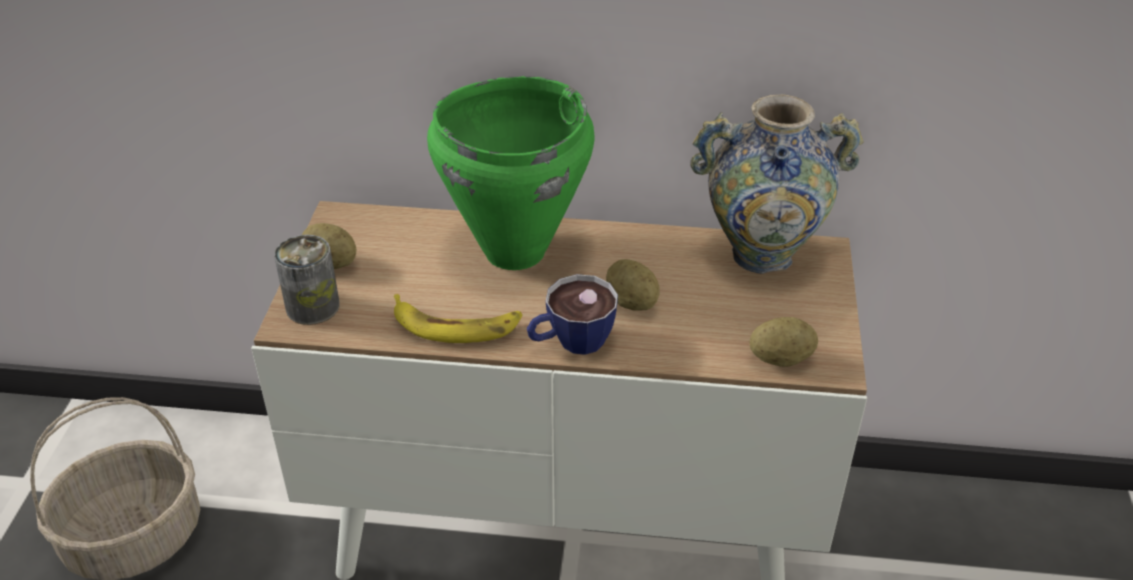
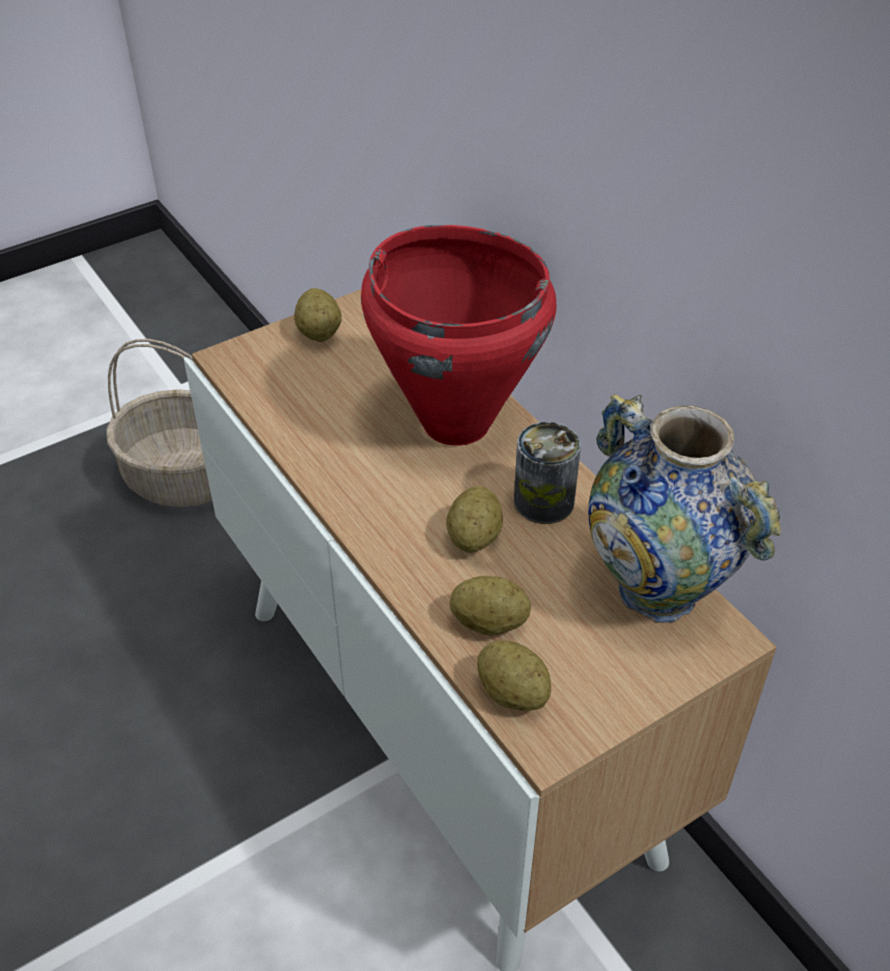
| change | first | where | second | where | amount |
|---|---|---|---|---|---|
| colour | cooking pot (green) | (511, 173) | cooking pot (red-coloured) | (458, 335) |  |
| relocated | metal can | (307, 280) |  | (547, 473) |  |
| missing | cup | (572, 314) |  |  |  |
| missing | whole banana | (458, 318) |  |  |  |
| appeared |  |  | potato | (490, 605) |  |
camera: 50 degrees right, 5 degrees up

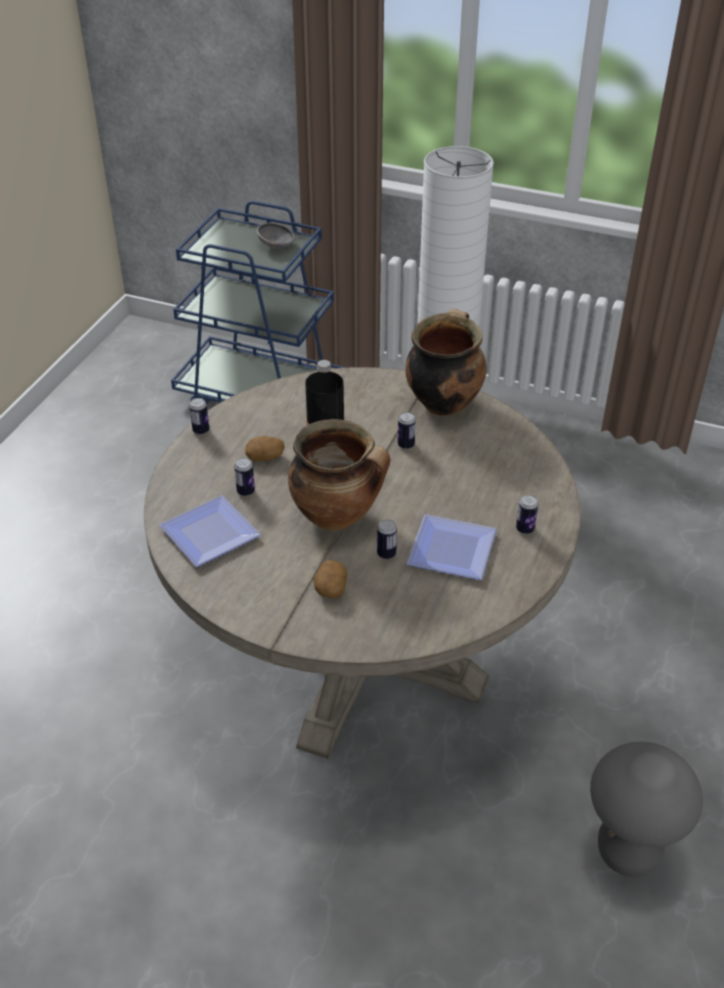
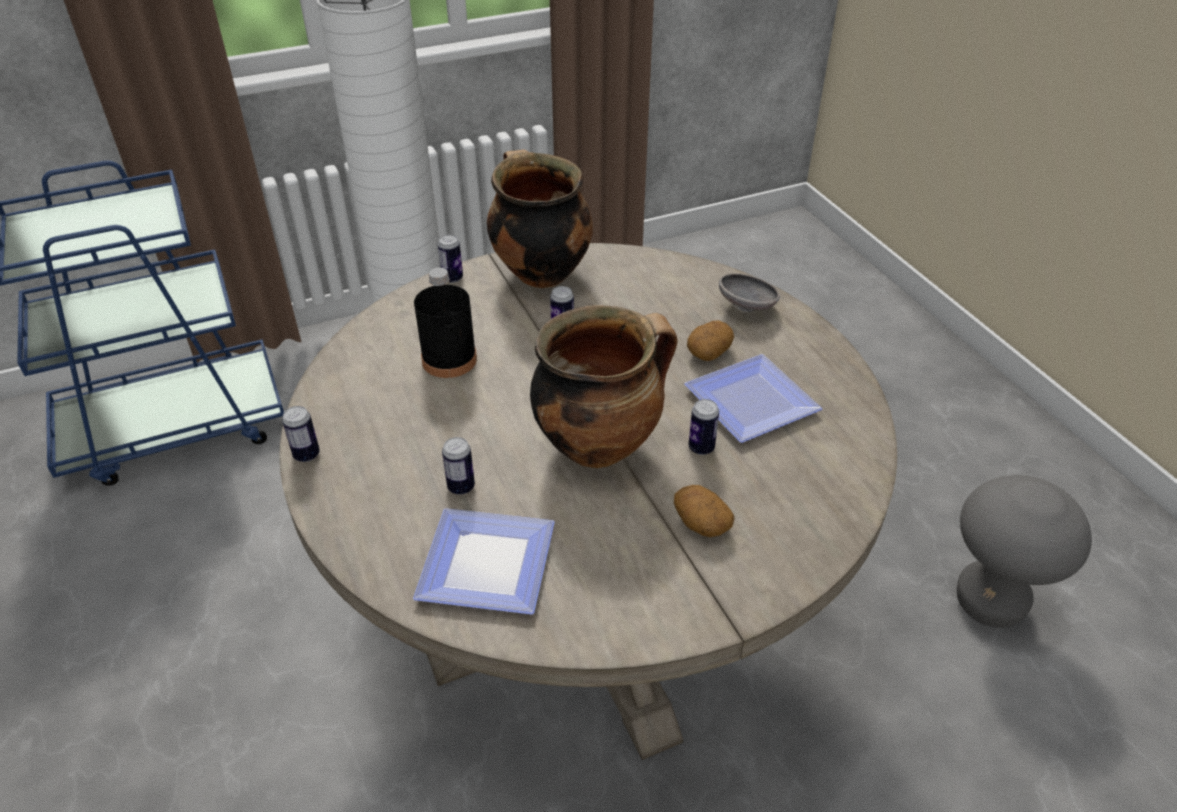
| change | first | where | second | where | amount |
|---|---|---|---|---|---|
| relocated | bowl (gray) | (276, 235) |  | (749, 292) |  |
| relocated | potato | (265, 448) |  | (710, 341) |  |
| relocated | metal can | (527, 514) |  | (450, 259) |  |
camera: 45 degrees left, 0 degrees up

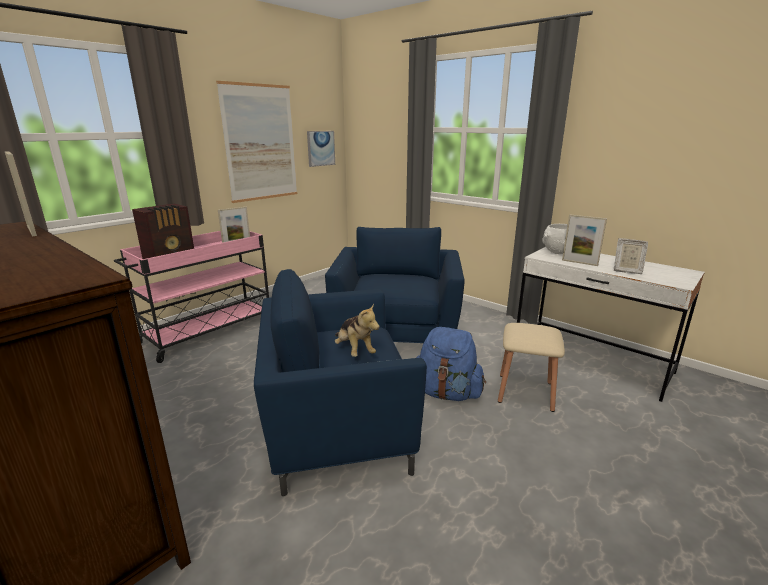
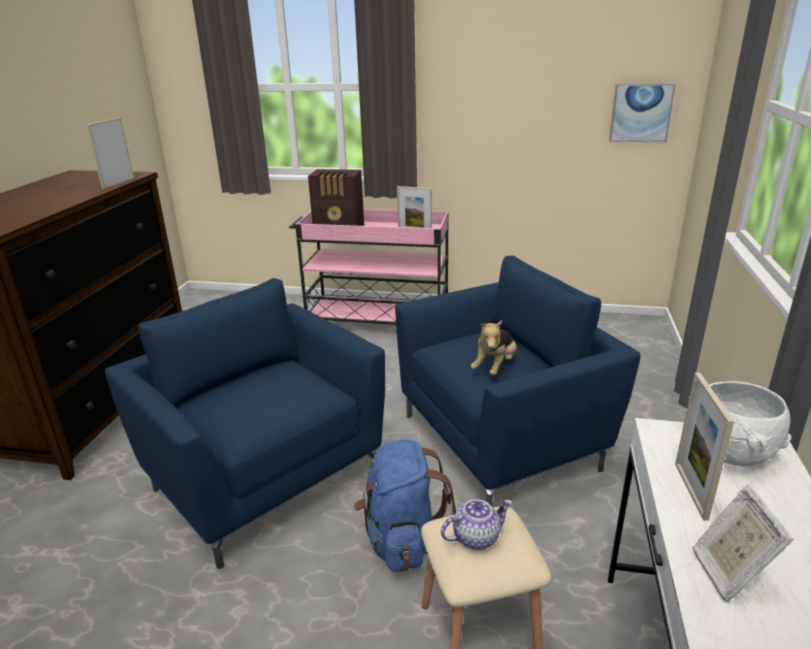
| change | first | where | second | where | amount |
|---|---|---|---|---|---|
| missing | wall art | (256, 142) |  |  |  |
| relocated | cuddly toy | (357, 330) |  | (494, 347) |  |
| appeared |  |  | pot for tea | (476, 524) |  |
camera: 60 degrees right, 5 degrees up

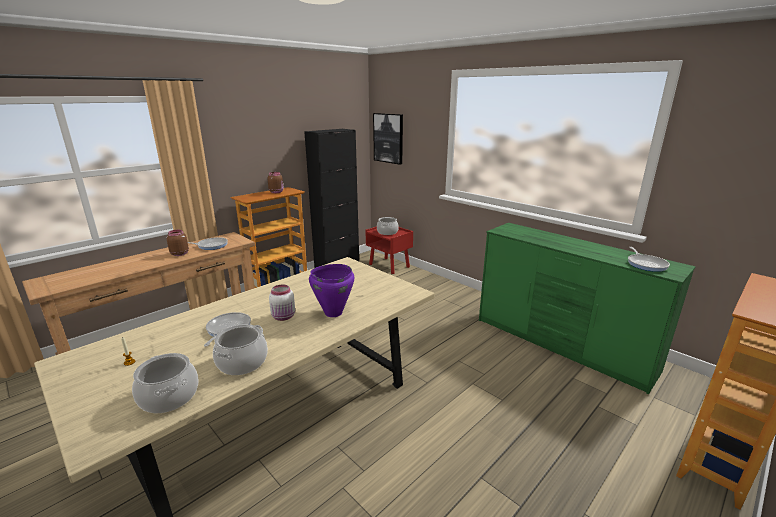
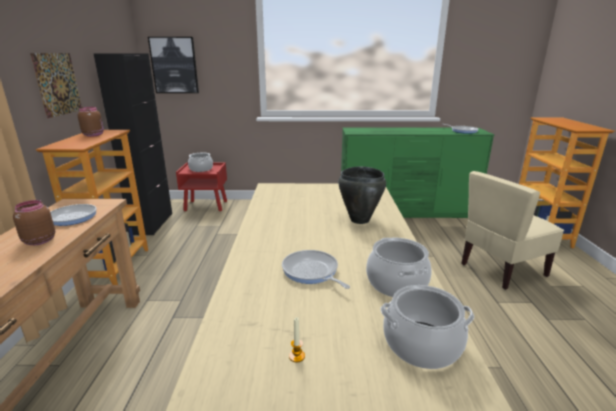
| change | first | where | second | where | amount |
|---|---|---|---|---|---|
| colour | cooking pot (purplish) | (331, 290) | cooking pot (blackish) | (362, 195) |  |
| missing | jar (white) | (282, 302) |  |  |  |
| appeared |  |  | wall art | (56, 85) |  |
| appeared |  |  | plain chair (beige) | (512, 230) |  |
camera: 45 degrees left, 0 degrees up

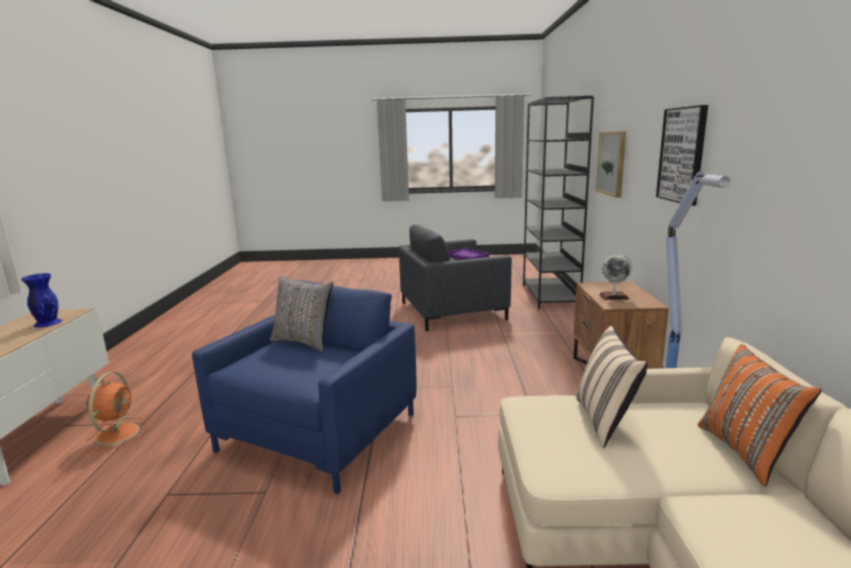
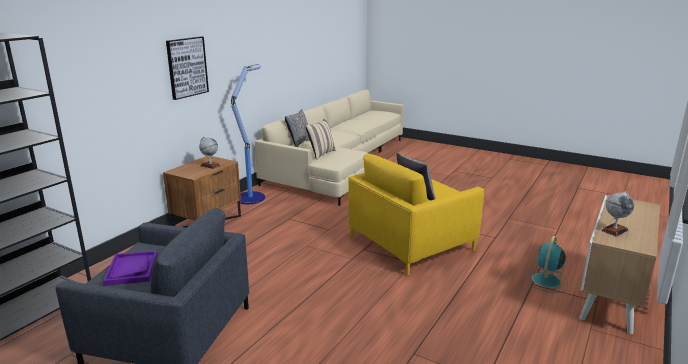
| change | first | where | second | where | amount |
|---|---|---|---|---|---|
| missing | wall art | (611, 164) |  |  |  |
| exchanged | vase (blue) | (42, 300) | desk globe | (617, 214) |  |
| colour | lounge chair (blue) | (304, 387) | lounge chair (yellowish) | (416, 214) |  |
| colour | pillow (orangey) | (760, 415) | pillow (gray) | (297, 128) |  |
| colour | cooling fan (orangey) | (118, 412) | cooling fan (turquoise) | (546, 264) |  |
camera: 150 degrees left, 5 degrees up

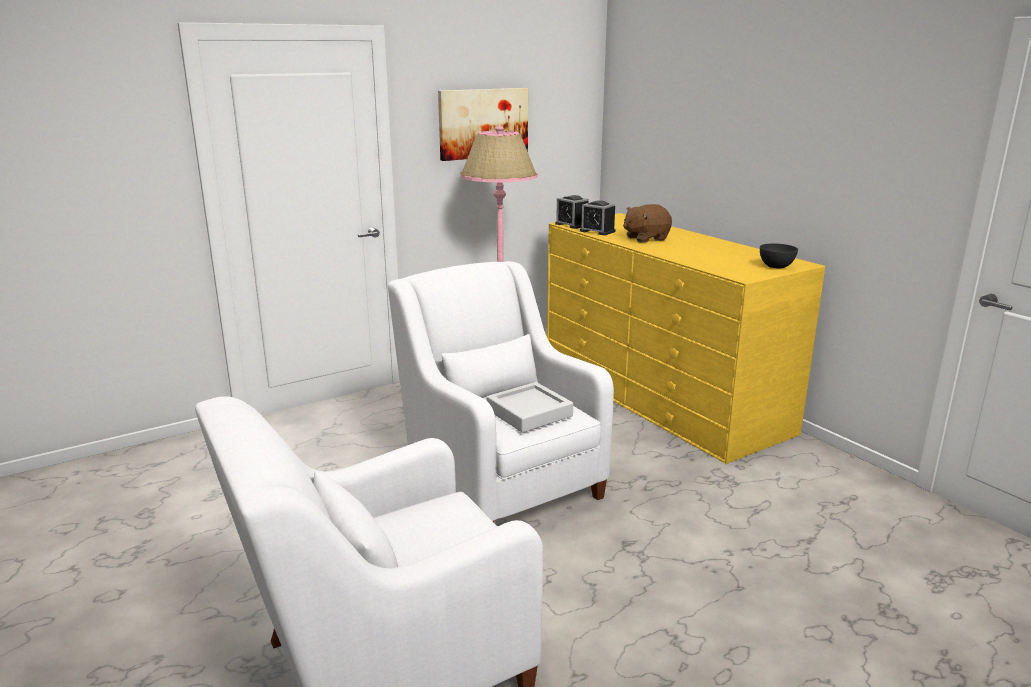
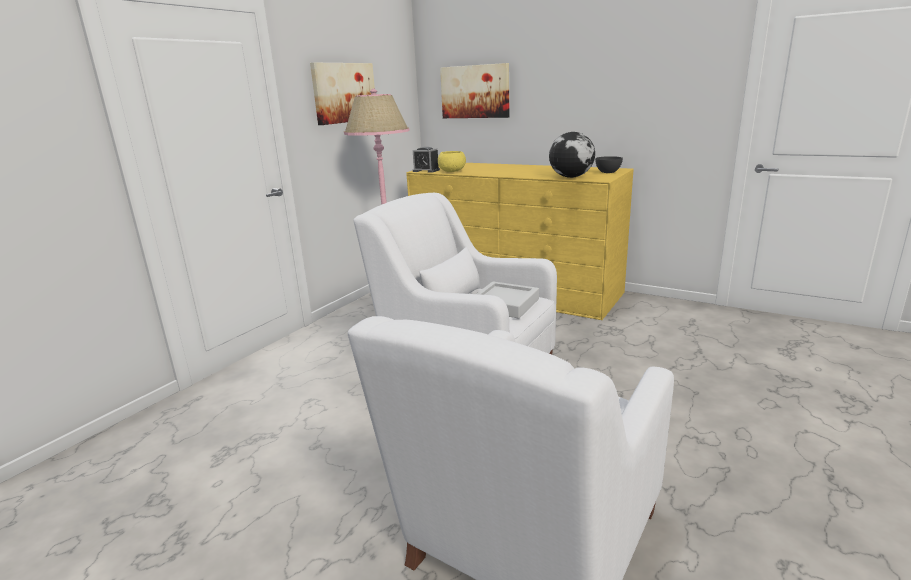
| change | first | where | second | where | amount |
|---|---|---|---|---|---|
| exchanged | table clock | (598, 217) | bowl (yellowish) | (452, 161) |  |
| missing | cuddly toy (brownish) | (647, 223) |  |  |  |
| appeared |  |  | wall art | (474, 90) |  |
| appeared |  |  | desk globe | (572, 155) |  |
camera: 25 degrees left, 0 degrees up

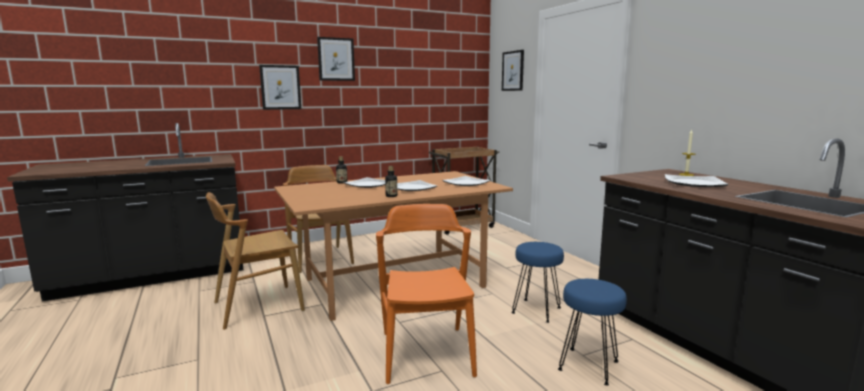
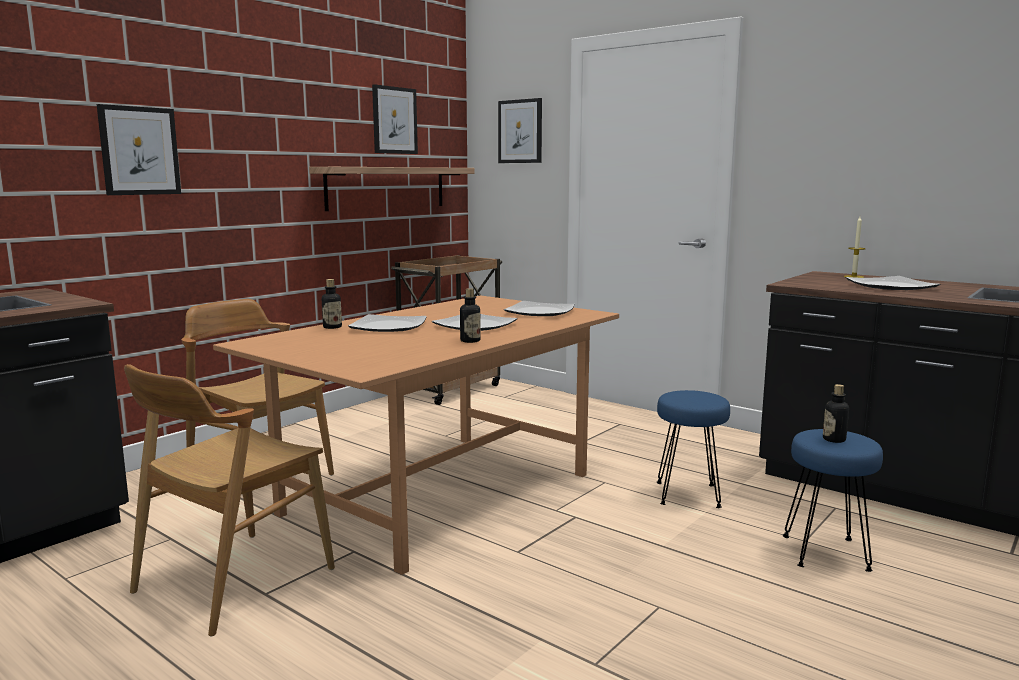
| change | first | where | second | where | amount |
|---|---|---|---|---|---|
| relocated | wall art | (336, 59) |  | (395, 119) |  |
| missing | plain chair (orangey) | (426, 294) |  |  |  |
| appeared |  |  | wall shelf | (392, 189) |  |
| appeared |  |  | drink bottle | (836, 413) |  |
camera: 25 degrees left, 0 degrees up

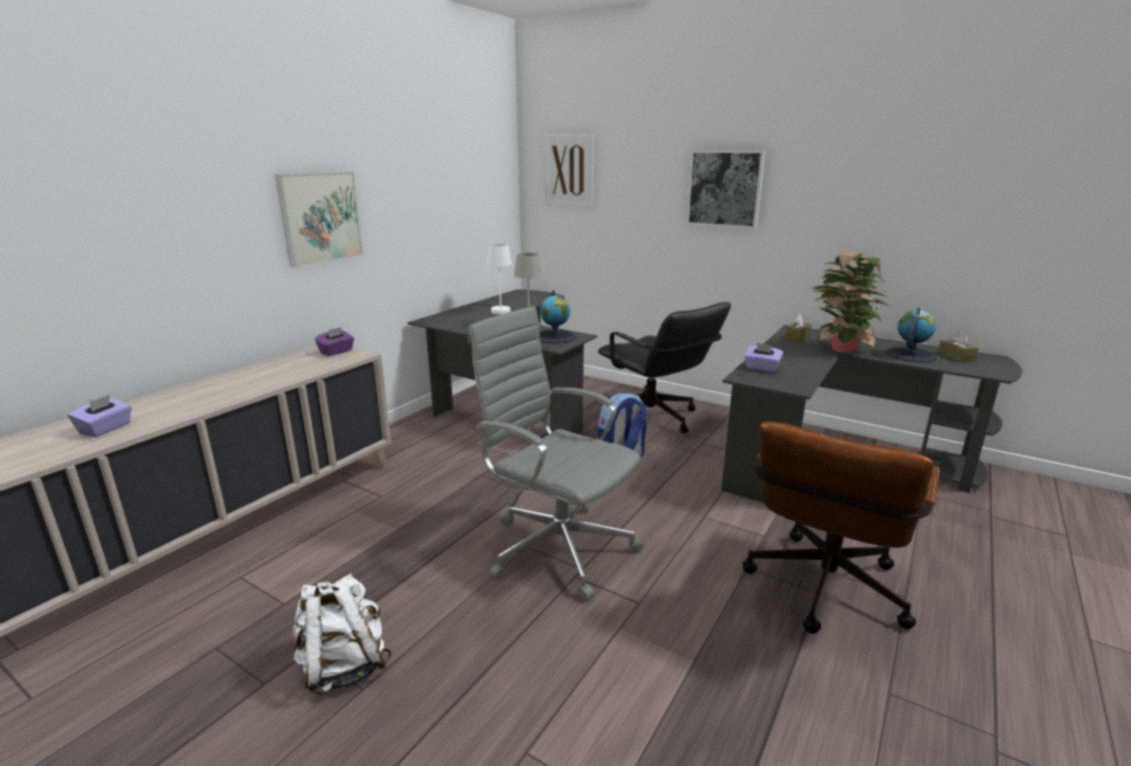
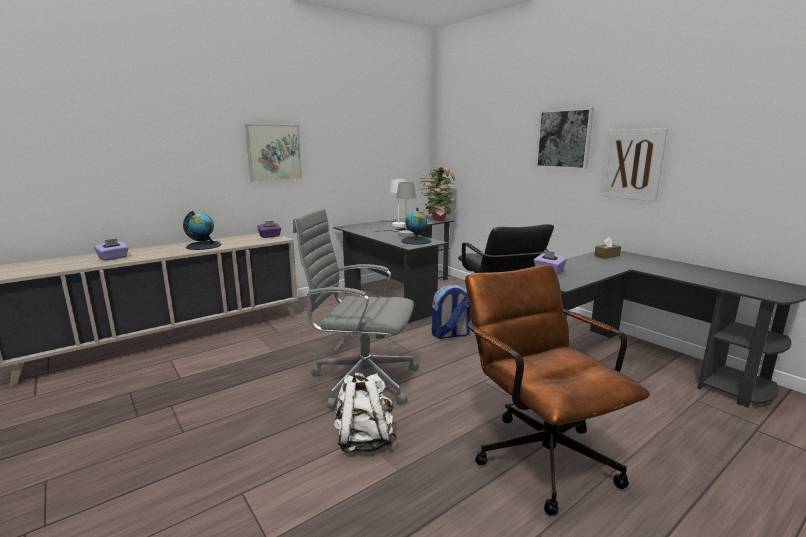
| change | first | where | second | where | amount |
|---|---|---|---|---|---|
| relocated | wall art | (569, 170) |  | (634, 165) |  |
| relocated | houseplant | (851, 302) |  | (437, 194) |  |
| spun | office chair (gray) | (555, 453) |  | (356, 308) | 45 degrees counterclockwise |
| relocated | desk globe | (911, 335) |  | (202, 230) |  |
| missing | tissue box (brownish) | (958, 346) |  |  |  |
| spun | office chair (brownish) | (841, 527) |  | (557, 389) | 105 degrees clockwise |
| relocated | knapsack (white) | (342, 634) |  | (365, 413) |  |
camera: 20 degrees right, 5 degrees down

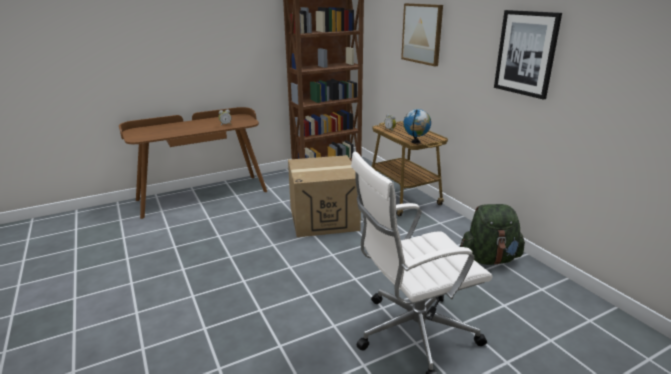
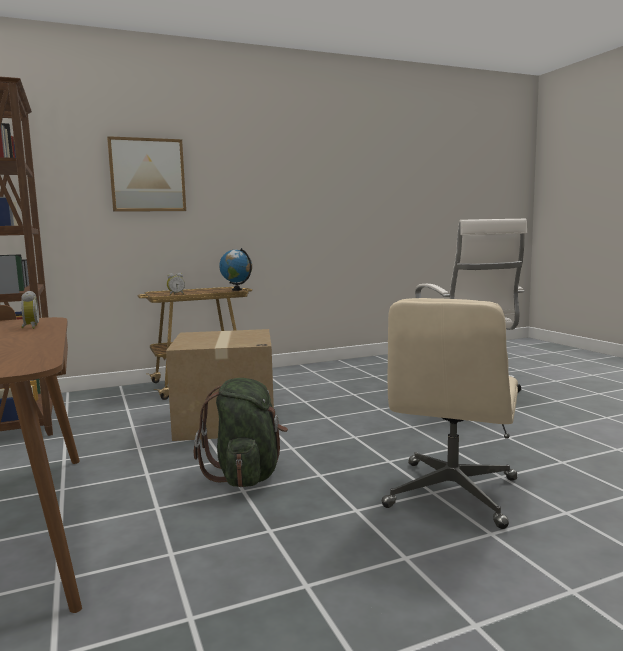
| change | first | where | second | where | amount |
|---|---|---|---|---|---|
| missing | wall art | (528, 55) |  |  |  |
| relocated | knapsack (green) | (492, 234) |  | (241, 432) |  |
| appeared |  |  | office chair (beige) | (449, 413) |  |
camera: 85 degrees left, 15 degrees down

